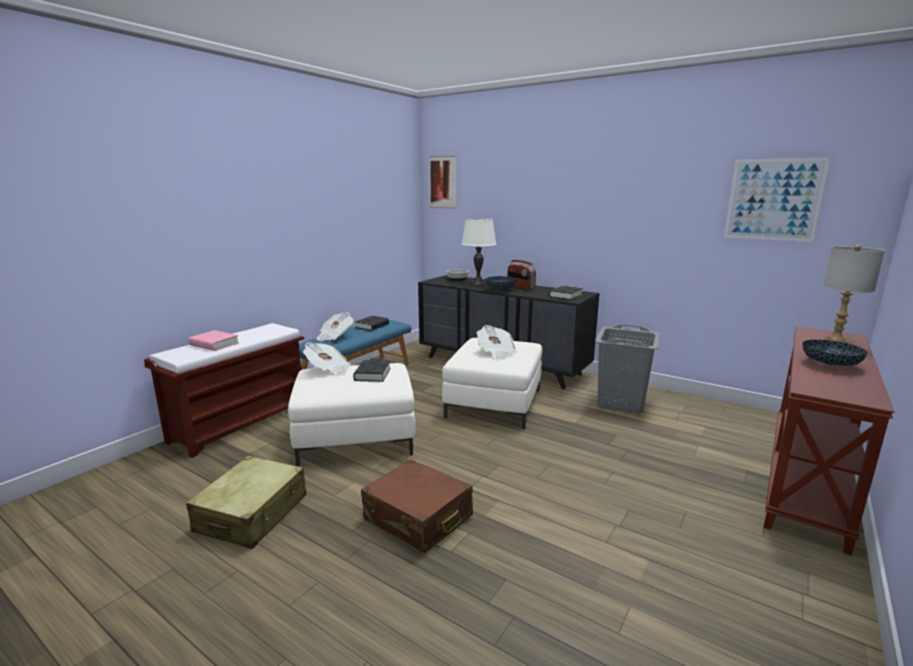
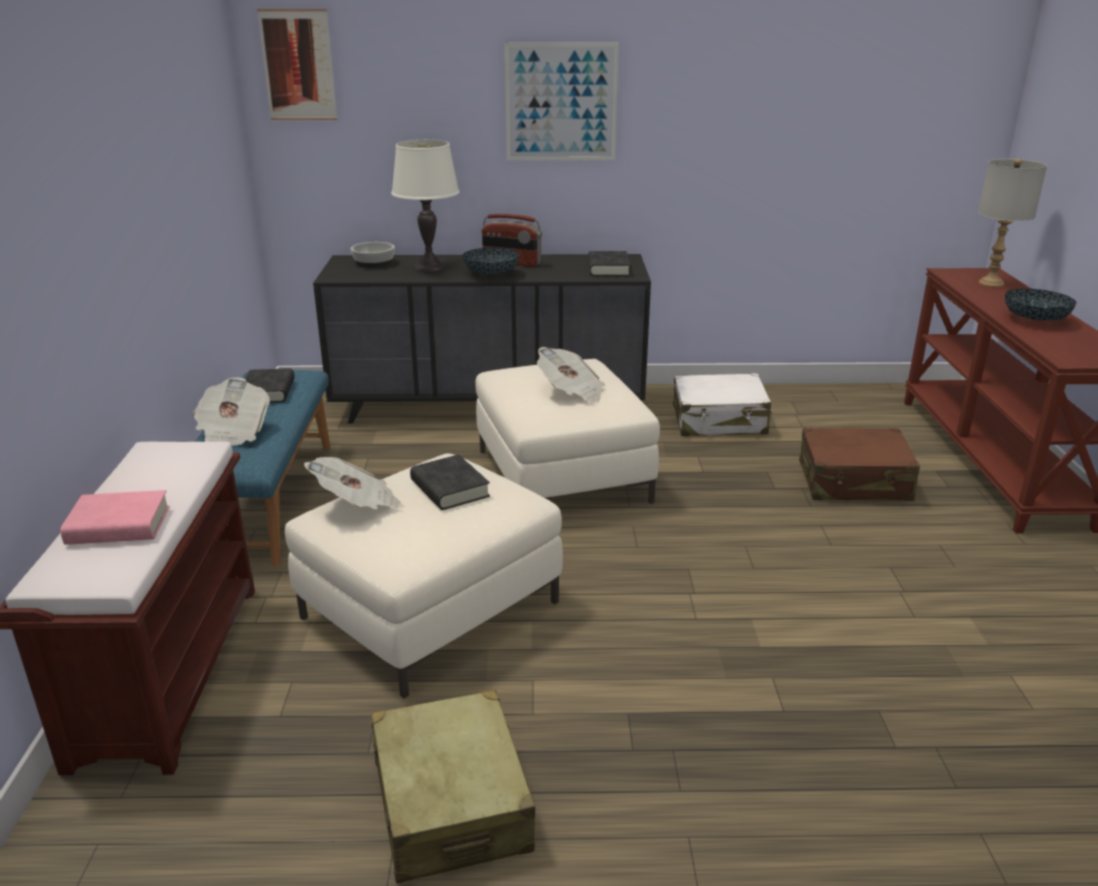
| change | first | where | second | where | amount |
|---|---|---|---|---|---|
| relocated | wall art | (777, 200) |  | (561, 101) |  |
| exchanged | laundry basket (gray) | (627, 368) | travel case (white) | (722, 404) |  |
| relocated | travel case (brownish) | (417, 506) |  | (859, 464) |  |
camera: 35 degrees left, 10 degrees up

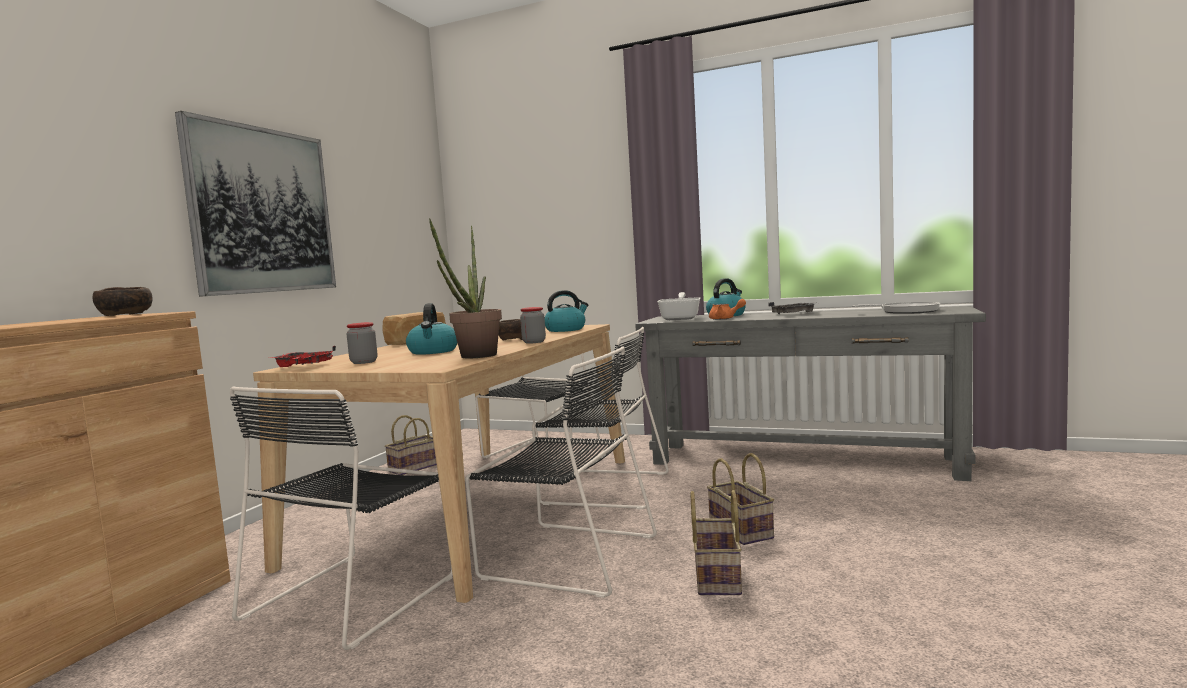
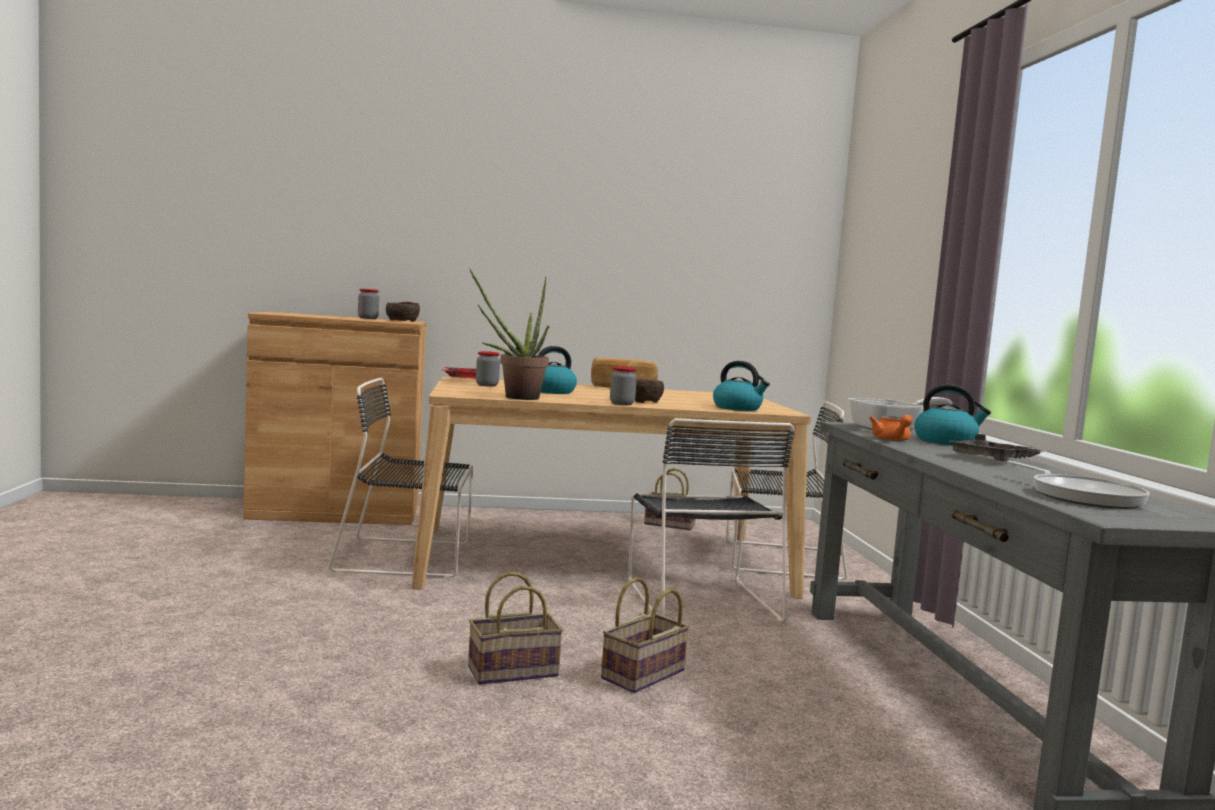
| change | first | where | second | where | amount |
|---|---|---|---|---|---|
| missing | wall art | (255, 204) |  |  |  |
| missing | plain chair (blackish) | (561, 472) |  |  |  |
| appeared |  |  | jar | (368, 304) |  |
camera: 60 degrees right, 0 degrees up

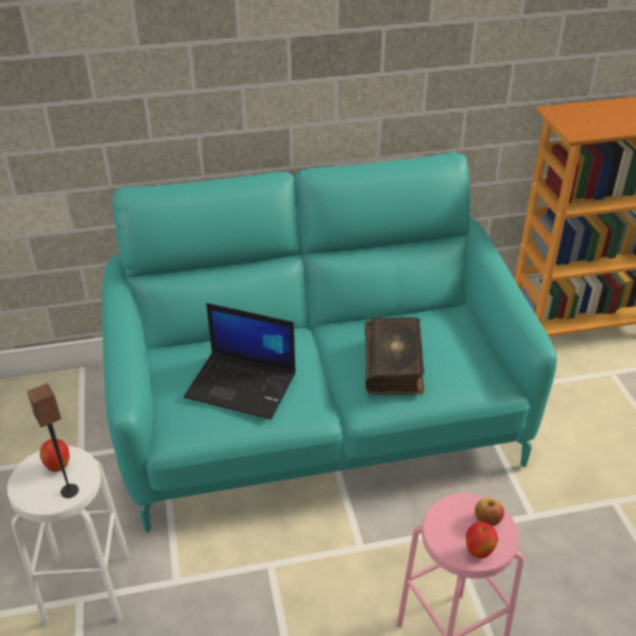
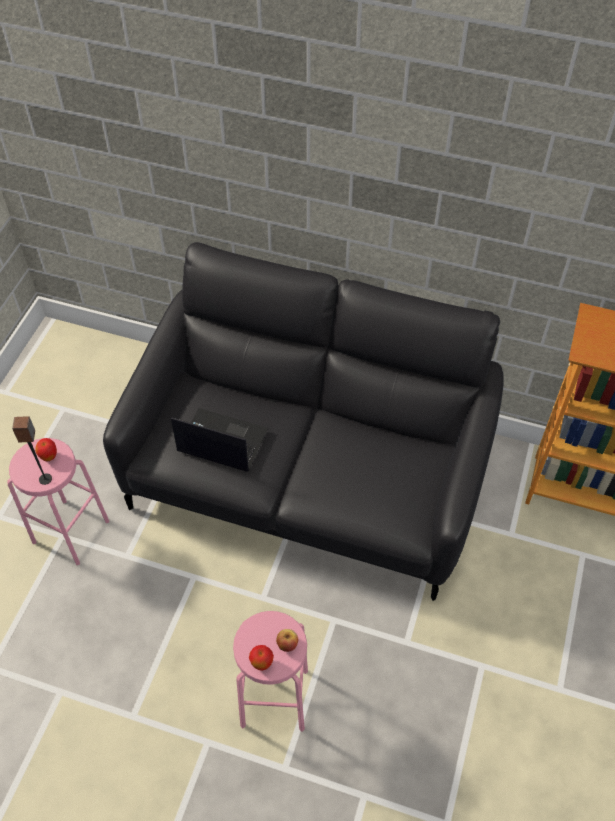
| change | first | where | second | where | amount |
|---|---|---|---|---|---|
| colour | sofa (turquoise) | (329, 342) | sofa (blackish) | (303, 421) |  |
| spun | laptop | (240, 361) |  | (219, 440) | 150 degrees clockwise |
| missing | book | (395, 356) |  |  |  |
| colour | stool (white) | (68, 536) | stool (pink) | (58, 501) |  |
camera: 30 degrees right, 15 degrees up

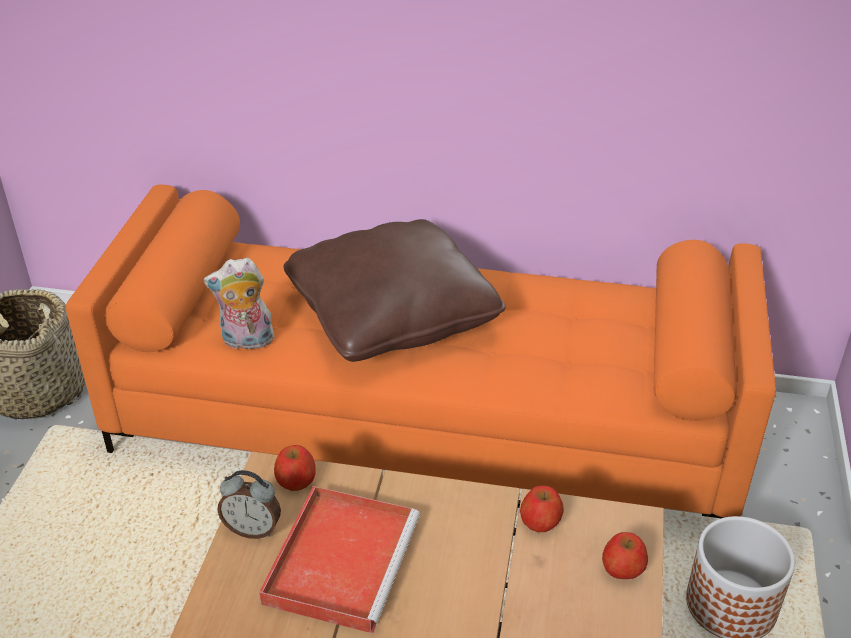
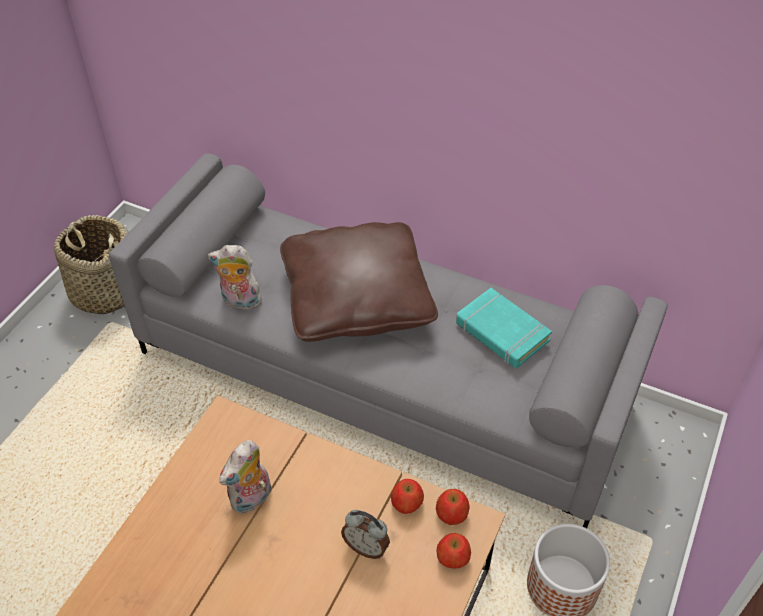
| change | first | where | second | where | amount |
|---|---|---|---|---|---|
| colour | sofa (orangey) | (421, 351) | sofa (gray) | (388, 340) |  |
| relocated | apple | (295, 468) |  | (452, 507) |  |
| relocated | table clock | (249, 504) |  | (365, 534) |  |
| exchanged | tray (red-coloured) | (339, 560) | cuddly toy | (245, 477) |  |
| appeared |  |  | book (turquoise) | (504, 328) |  |
camera: 15 degrees right, 10 degrees up

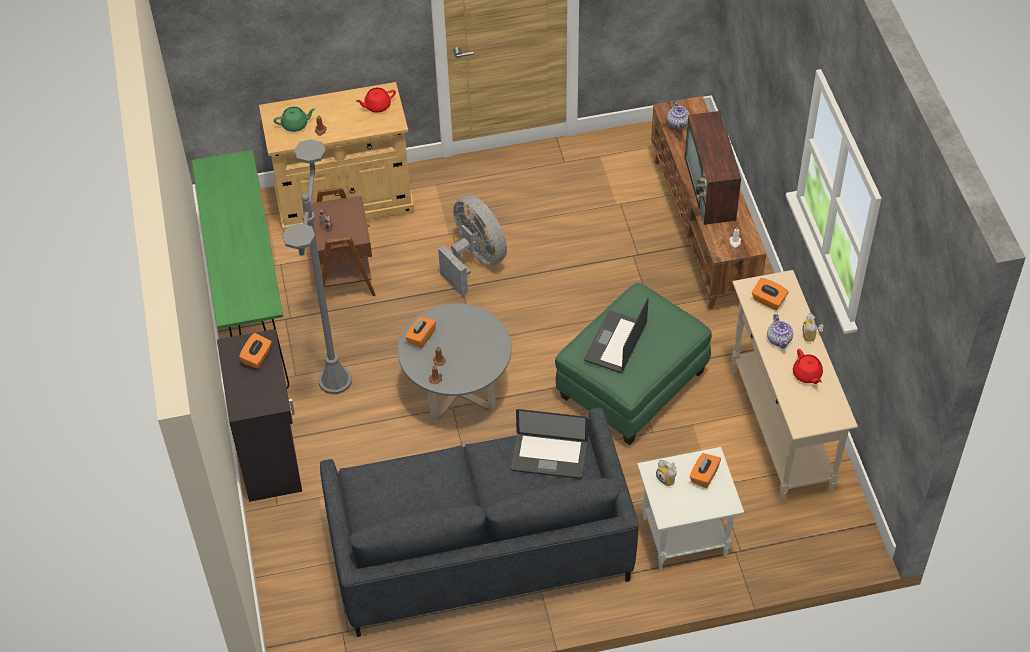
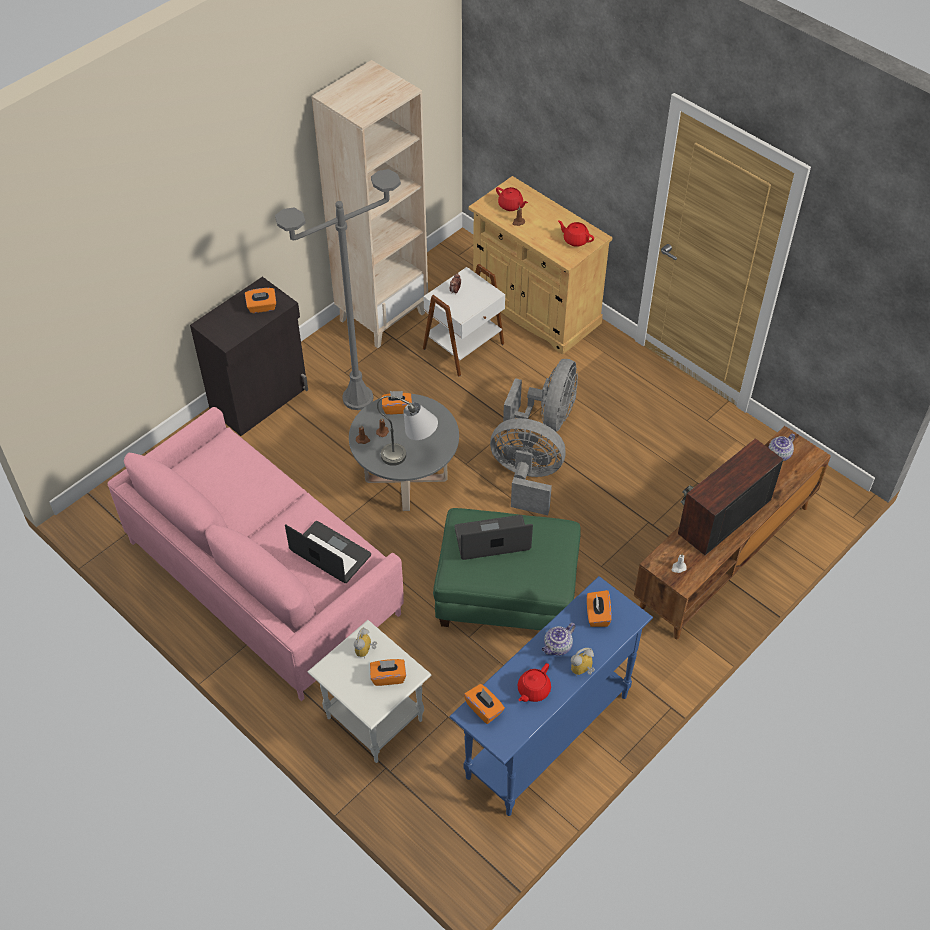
| change | first | where | second | where | amount |
|---|---|---|---|---|---|
| colour | pot for tea (green) | (294, 119) | pot for tea (red-coloured) | (512, 199) |  |
| exchanged | hall table (green) | (240, 269) | bookcase (beige) | (370, 204) |  |
| colour | end table (brownish) | (343, 242) | end table (white) | (464, 320) |  |
| colour | hall table (beige) | (795, 386) | hall table (blue) | (551, 696) |  |
| colour | sofa (gray) | (479, 522) | sofa (pink) | (255, 554) |  |
| spun | laptop | (549, 444) |  | (328, 552) | 150 degrees clockwise |
| appeared |  |  | lamp for a table (gray) | (407, 431) |  |
| appeared |  |  | cooling fan (gray) | (528, 466) |  |
| appeared |  |  | tissue box (orangey) | (484, 704) |  |
camera: 55 degrees right, 0 degrees up

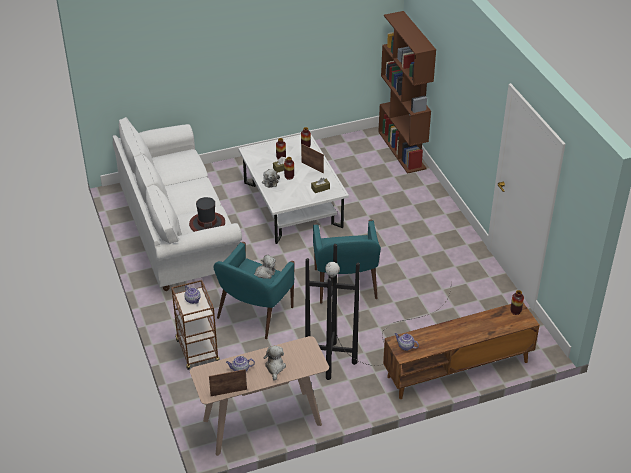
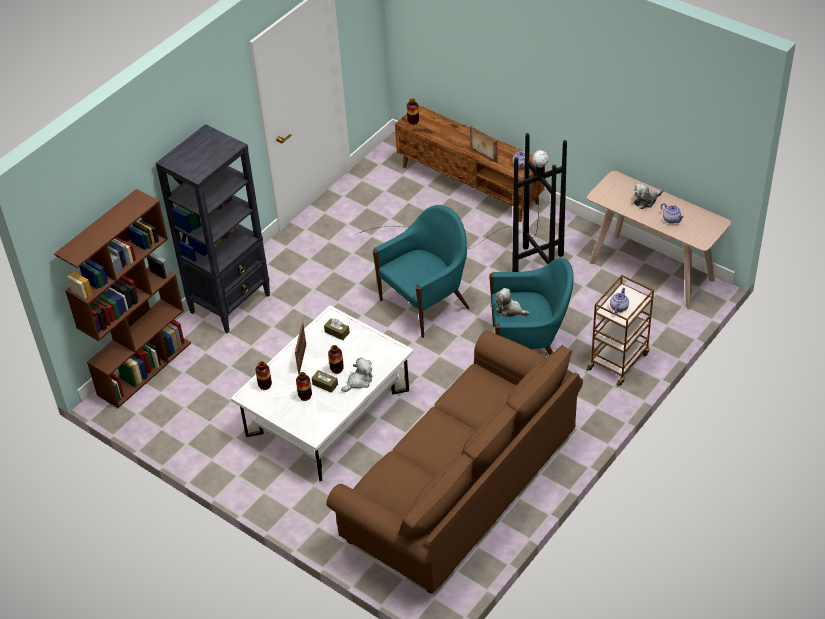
| change | first | where | second | where | amount |
|---|---|---|---|---|---|
| colour | sofa (white) | (177, 204) | sofa (brownish) | (454, 461) |  |
| missing | wearable hat | (207, 214) |  |  |  |
| relocated | standing frame | (228, 382) |  | (483, 144) |  |
| appeared |  |  | bookcase (blackish) | (213, 229) |  |
camera: 120 degrees left, 5 degrees up

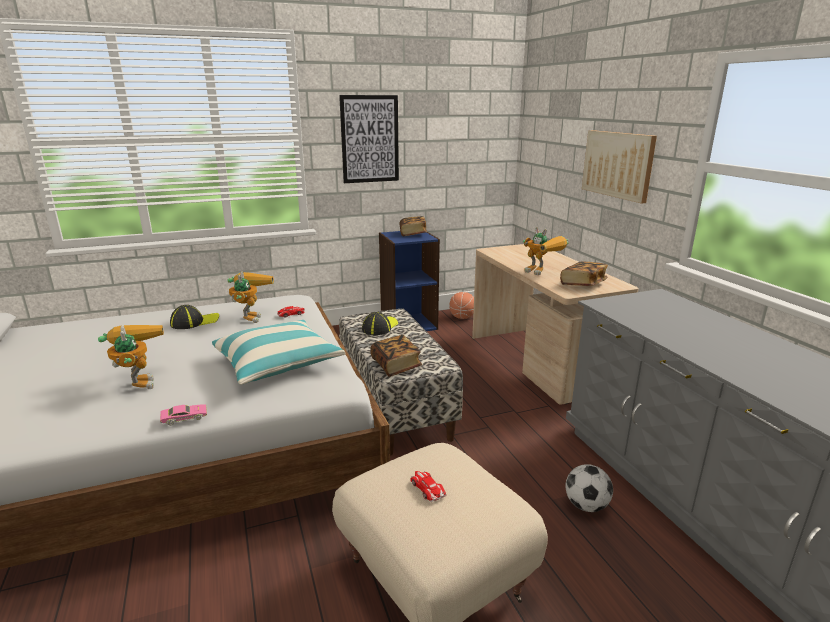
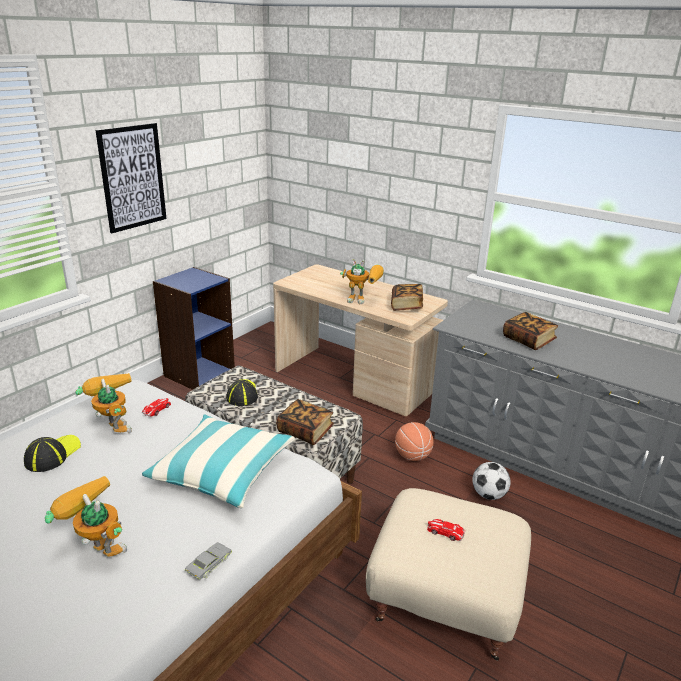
| change | first | where | second | where | amount |
|---|---|---|---|---|---|
| missing | wall art | (619, 167) |  |  |  |
| relocated | book | (413, 226) |  | (530, 331) |  |
| relocated | basketball ball | (461, 305) |  | (414, 441) |  |
| colour | model car (pink) | (183, 415) | model car (gray) | (208, 561) |  |
camera: 35 degrees left, 5 degrees up

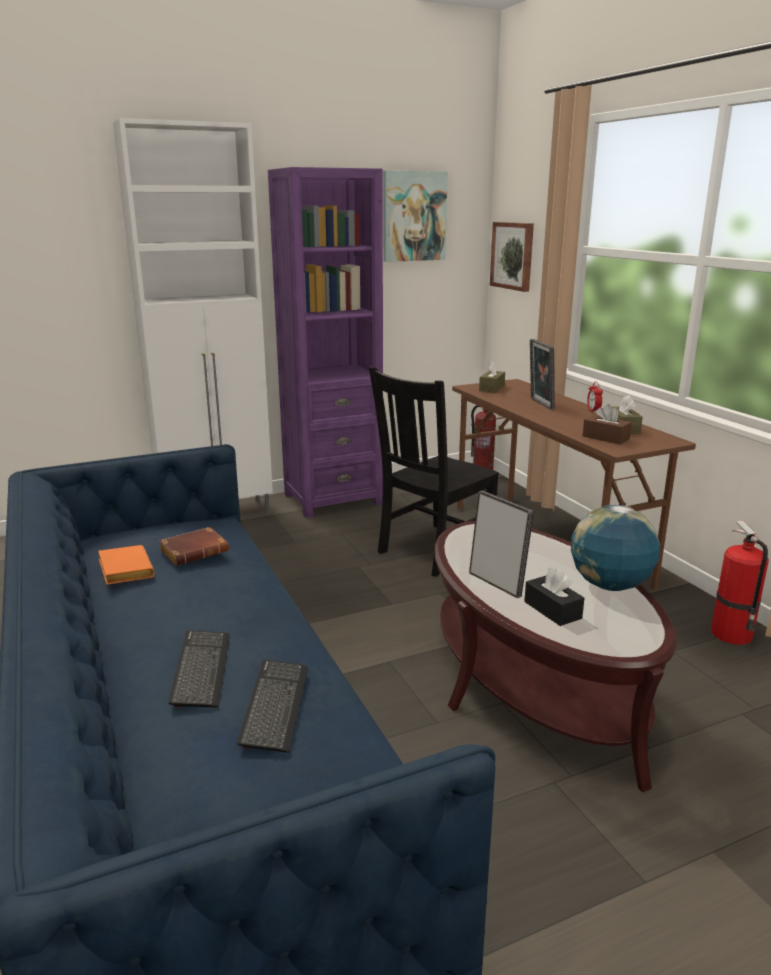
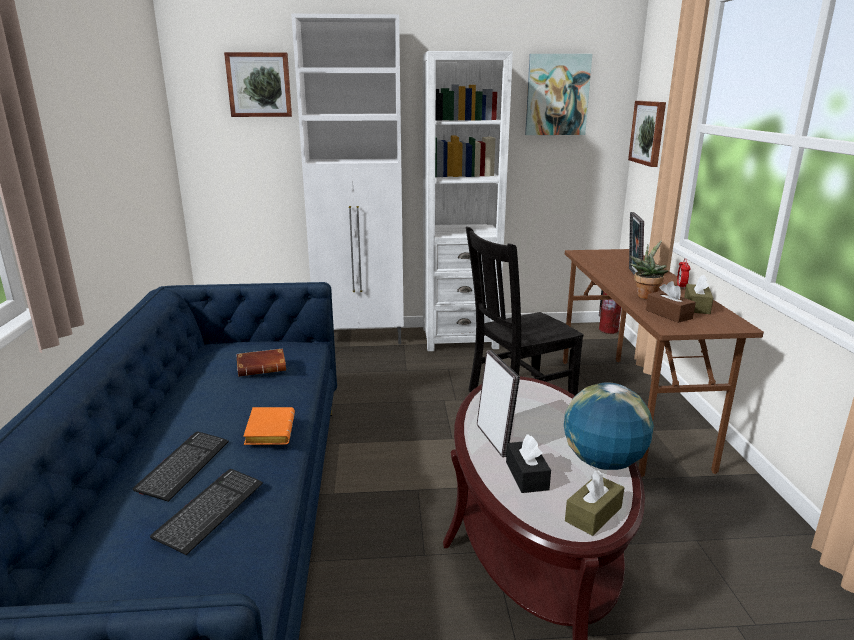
| change | first | where | second | where | amount |
|---|---|---|---|---|---|
| colour | bookcase (purplish) | (325, 342) | bookcase (white) | (468, 201) |  |
| relocated | tissue box (brownish) | (492, 377) |  | (594, 503) |  |
| missing | fire-fighting cylinder | (740, 583) |  |  |  |
| relocated | book (orangey) | (126, 565) |  | (269, 426) |  |
| appeared |  |  | wall art | (258, 84) |  |
| appeared |  |  | houseplant | (649, 270) |  |
camera: 20 degrees right, 0 degrees up

